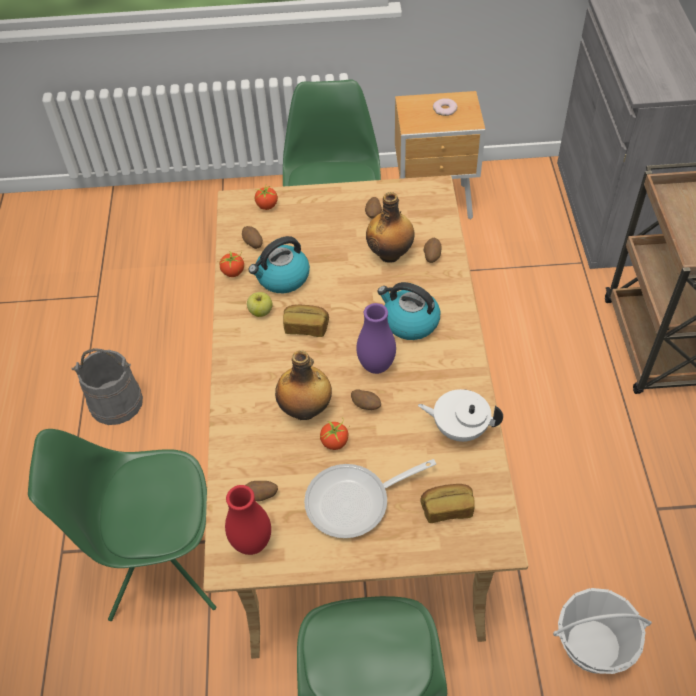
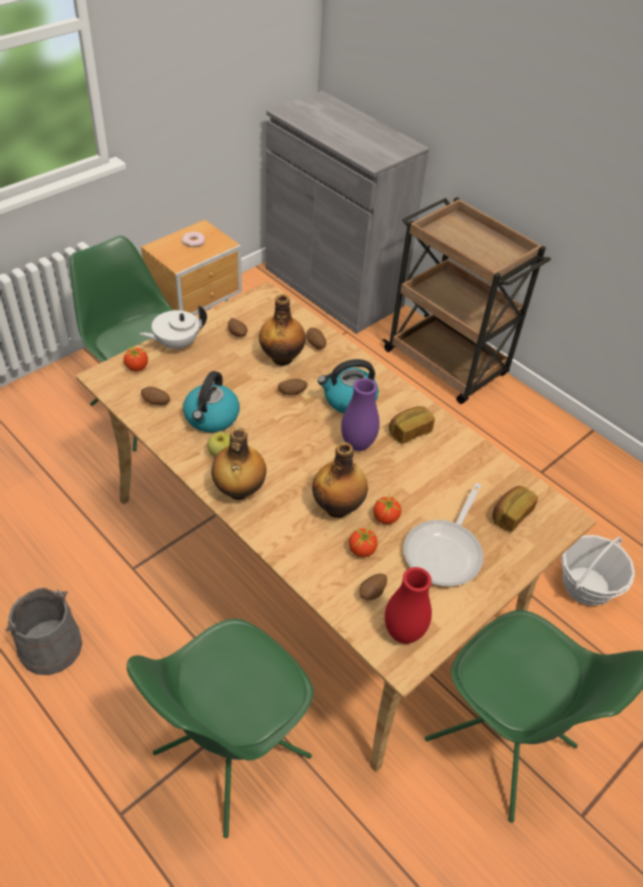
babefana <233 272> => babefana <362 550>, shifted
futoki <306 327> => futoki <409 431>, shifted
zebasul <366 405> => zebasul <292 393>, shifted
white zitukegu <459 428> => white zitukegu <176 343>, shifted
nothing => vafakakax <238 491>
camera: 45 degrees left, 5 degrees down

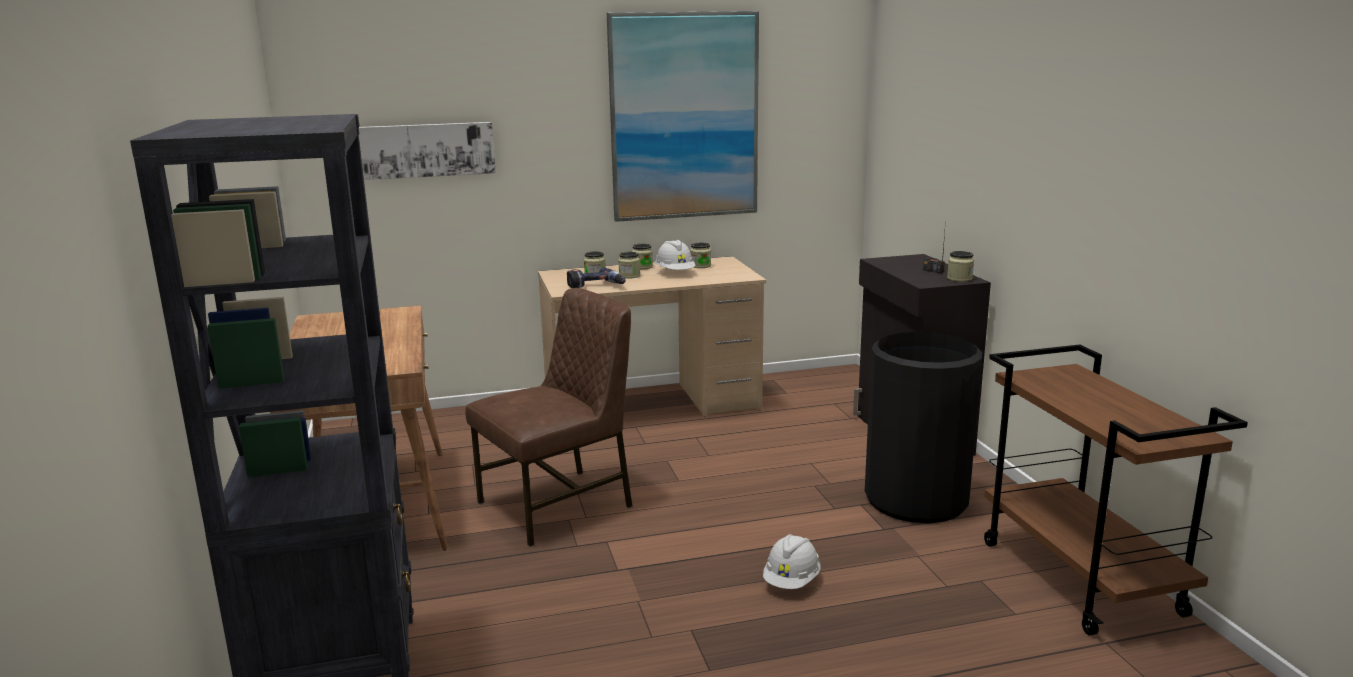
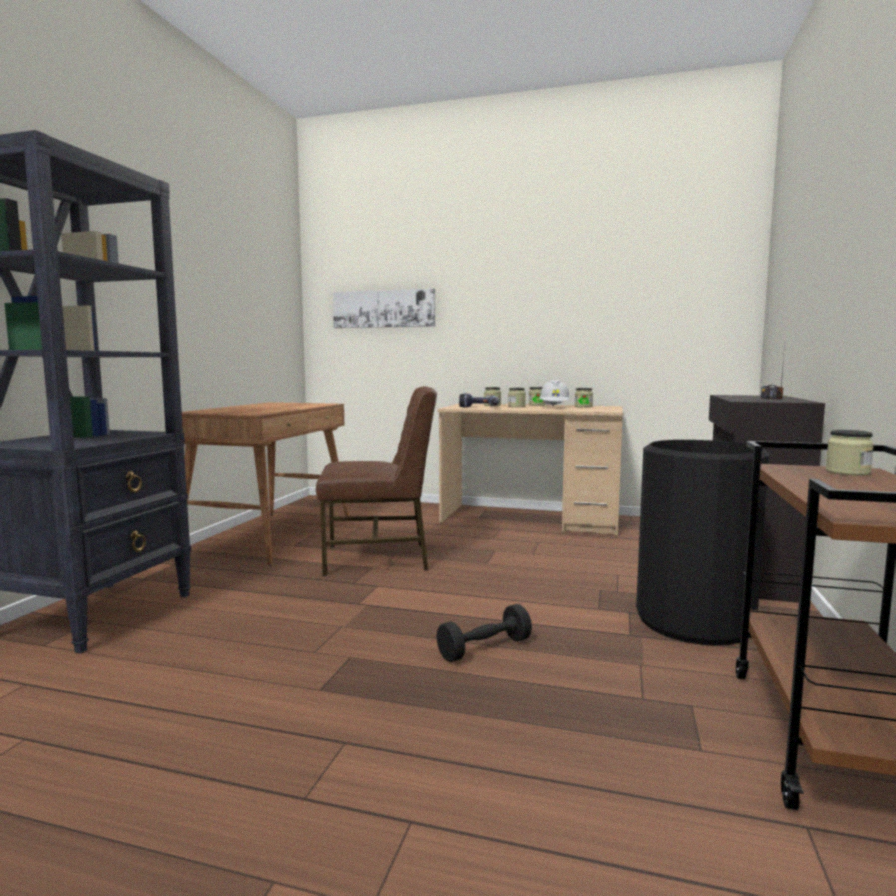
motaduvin <684 117> => nothing
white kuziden <791 581> => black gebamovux <484 649>
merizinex <959 279> => merizinex <847 472>, shifted
camera: 30 degrees right, 10 degrees down

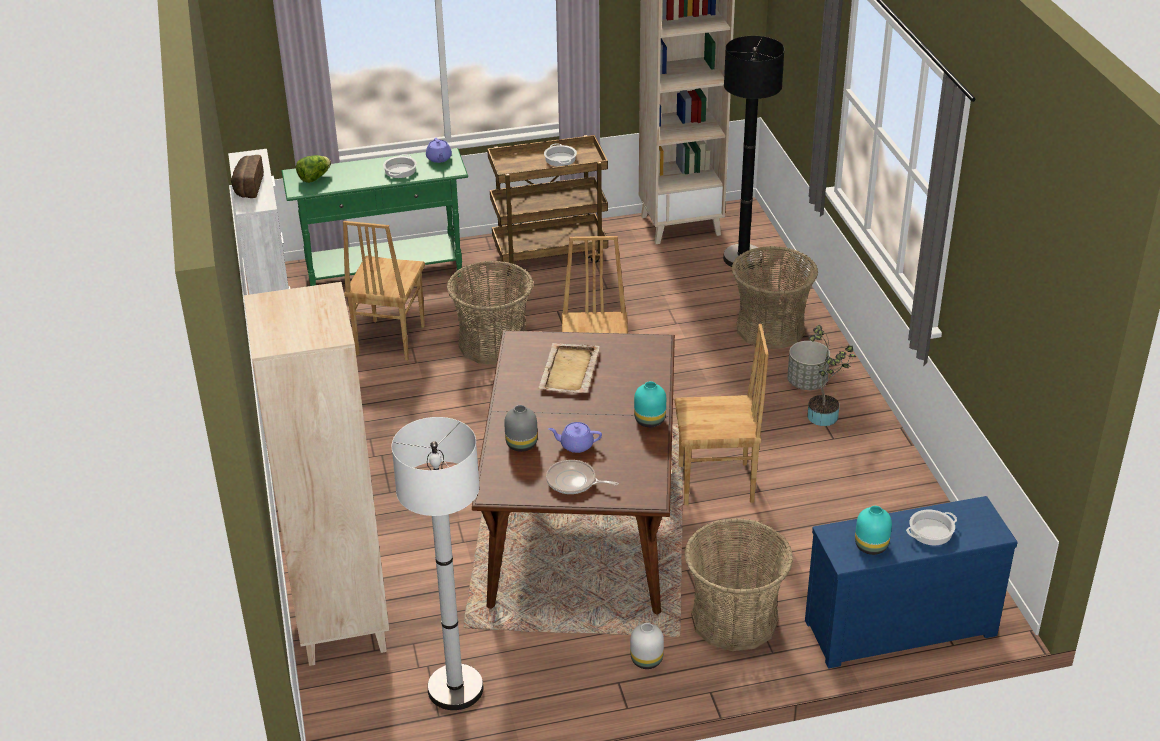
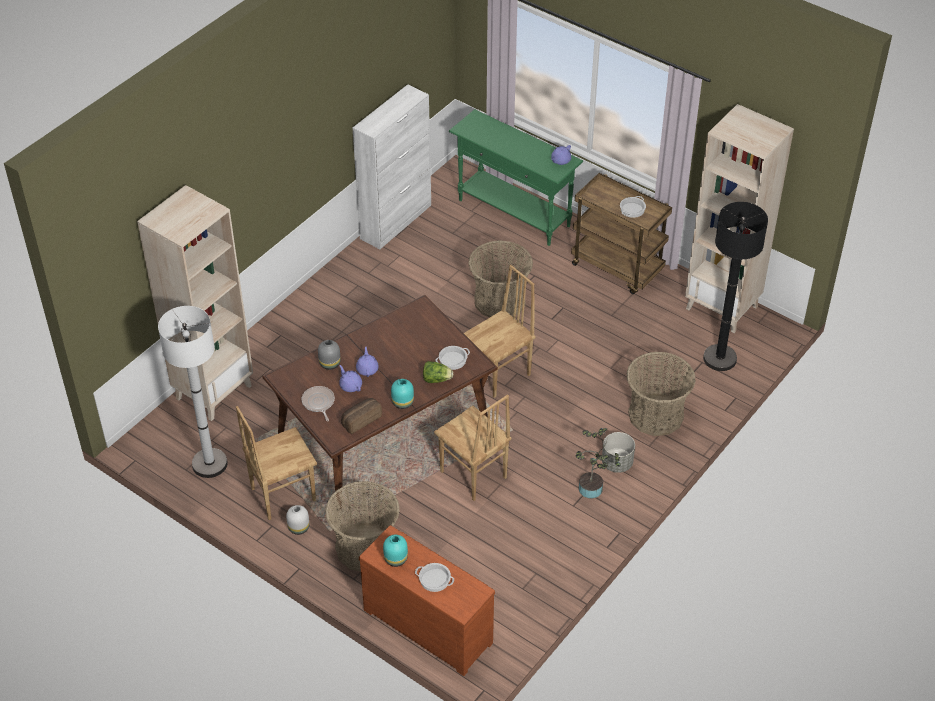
futoki <247 186> => futoki <360 420>, shifted
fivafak <314 178> => fivafak <436 379>, shifted
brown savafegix <389 340> => brown savafegix <282 494>, shifted
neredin <400 170> => neredin <453 360>, shifted
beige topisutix <569 371> => nothing
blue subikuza <898 624> => brown subikuza <429 624>
nothing => purple zitukegu <367 369>
camera: 50 degrees right, 10 degrees up

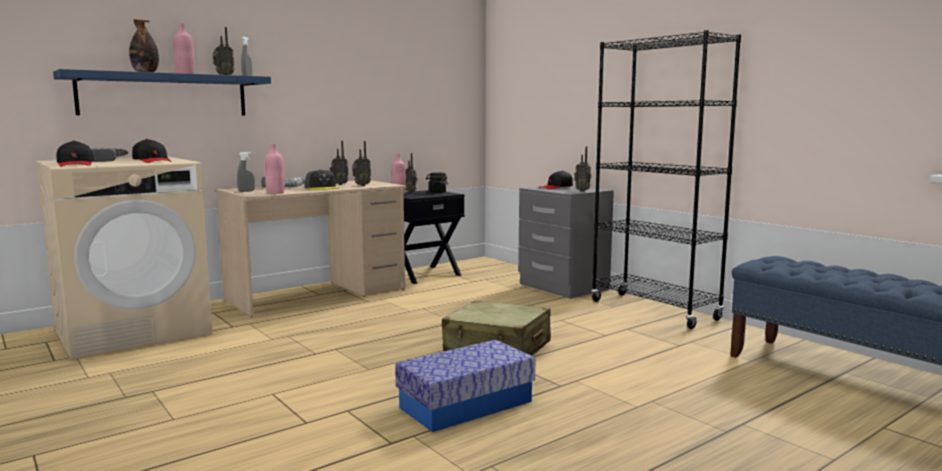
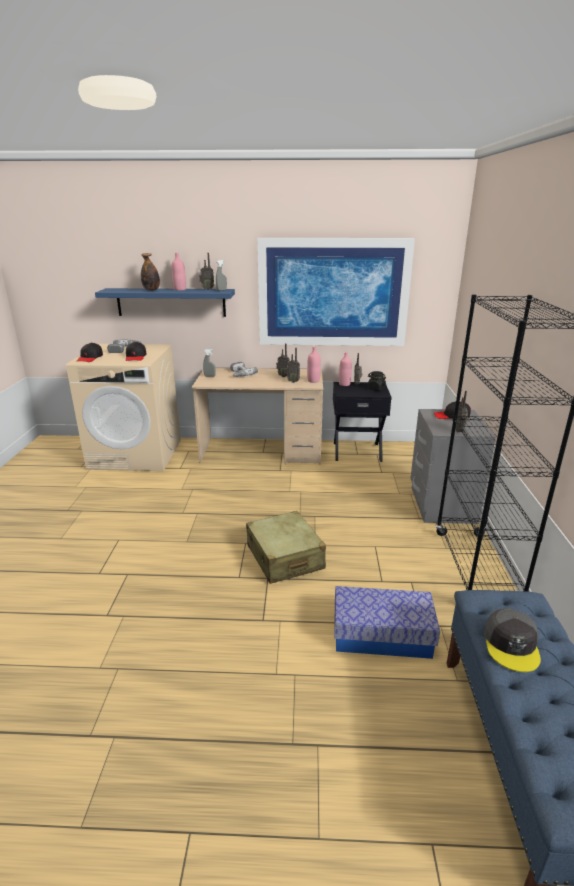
pink vafakakax <275 193> => pink vafakakax <313 381>, shifted
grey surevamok <322 188> => grey surevamok <511 644>, shifted
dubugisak <466 404> => dubugisak <382 635>, shifted
nothing => motaduvin <333 293>
camera: 40 degrees right, 15 degrees up

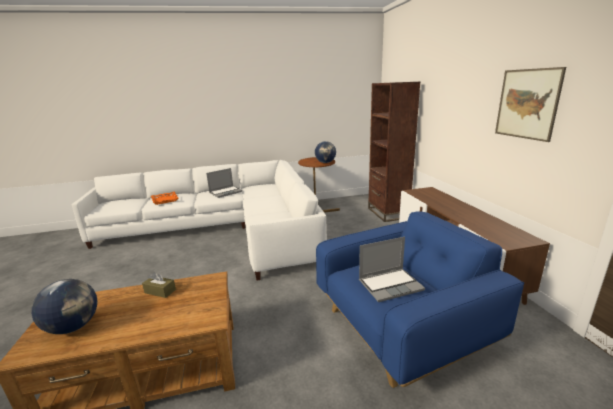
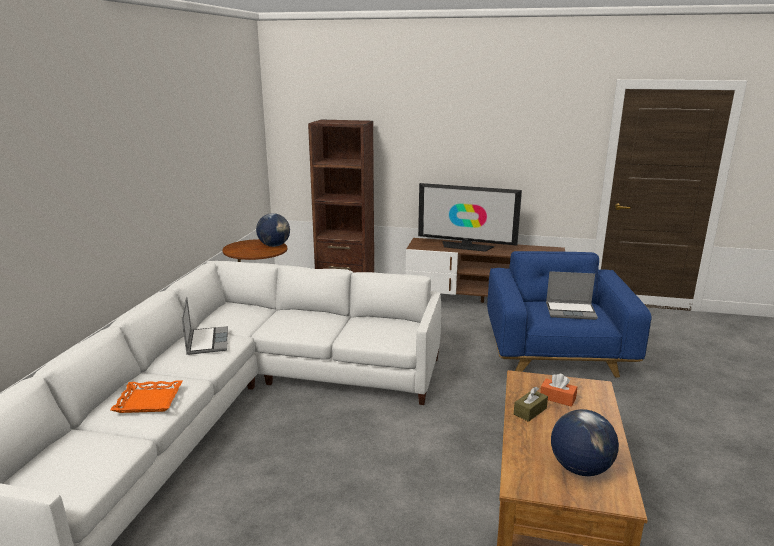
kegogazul <390 285> => kegogazul <571 311>, 90 degrees clockwise
motaduvin <527 104> => nothing
nothing => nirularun <466 246>
nothing => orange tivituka <557 398>
camera: 65 degrees left, 0 degrees up

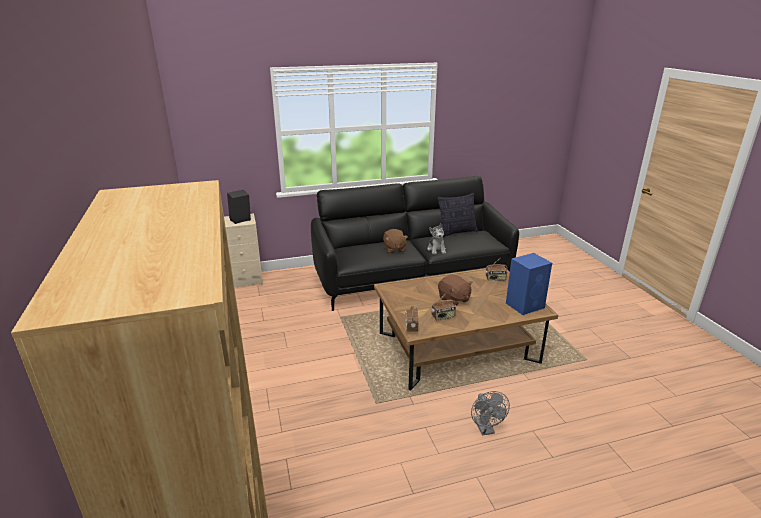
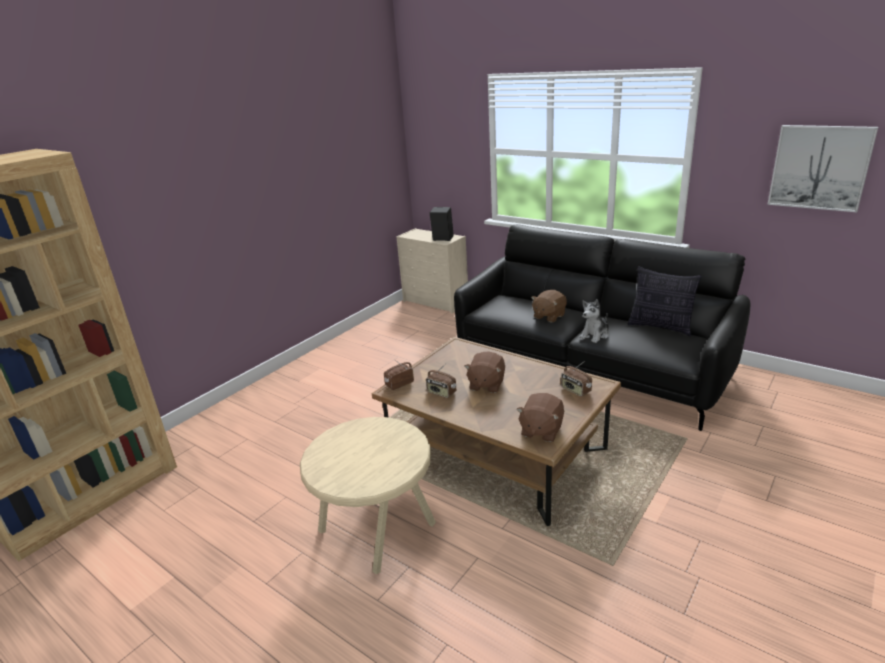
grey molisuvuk <486 429> => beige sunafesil <377 530>
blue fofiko <525 305> => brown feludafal <541 430>
nothing => motaduvin <819 167>
camera: 55 degrees right, 0 degrees up

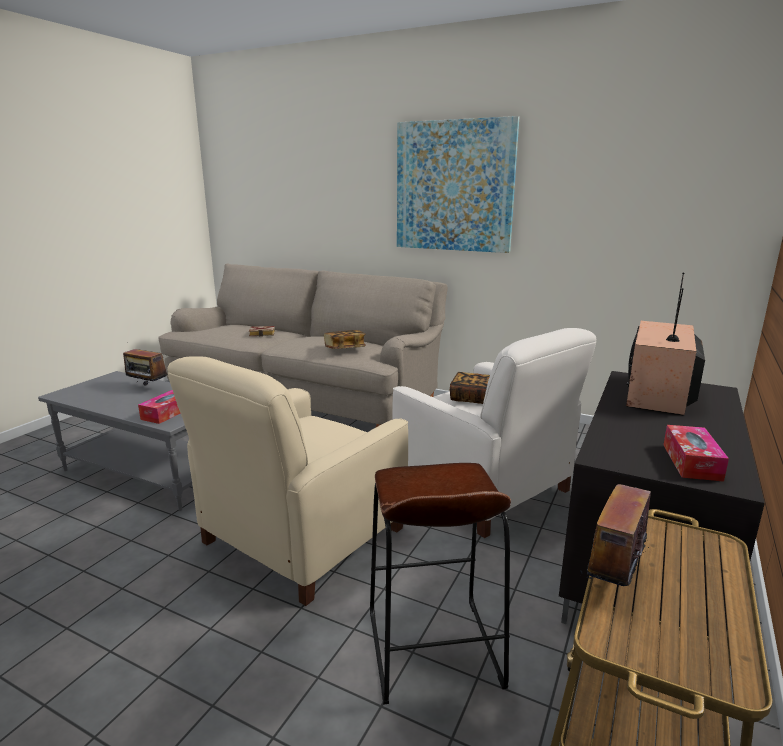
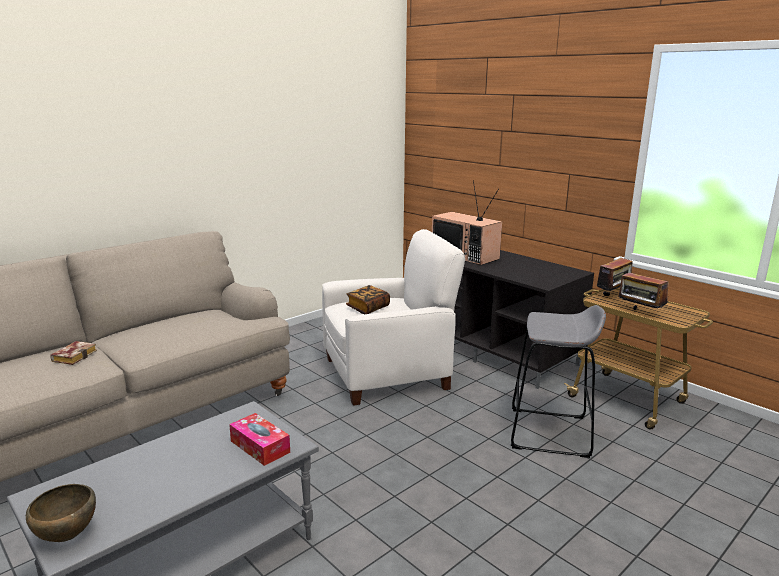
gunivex <147 388> => gunivex <613 295>, shifted
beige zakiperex <302 536> => nothing
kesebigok <344 348> => nothing
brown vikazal <432 649> => grey vikazal <549 432>
motaduvin <454 186> => nothing
tivituka <691 462> => nothing
nothing => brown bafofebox <67 536>
camera: 70 degrees left, 0 degrees up

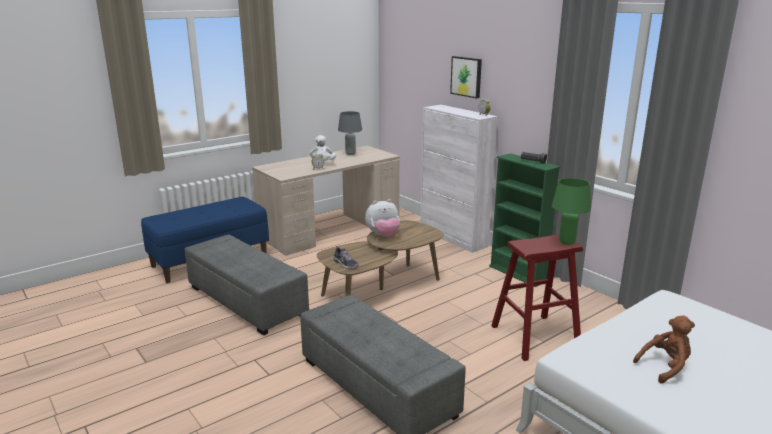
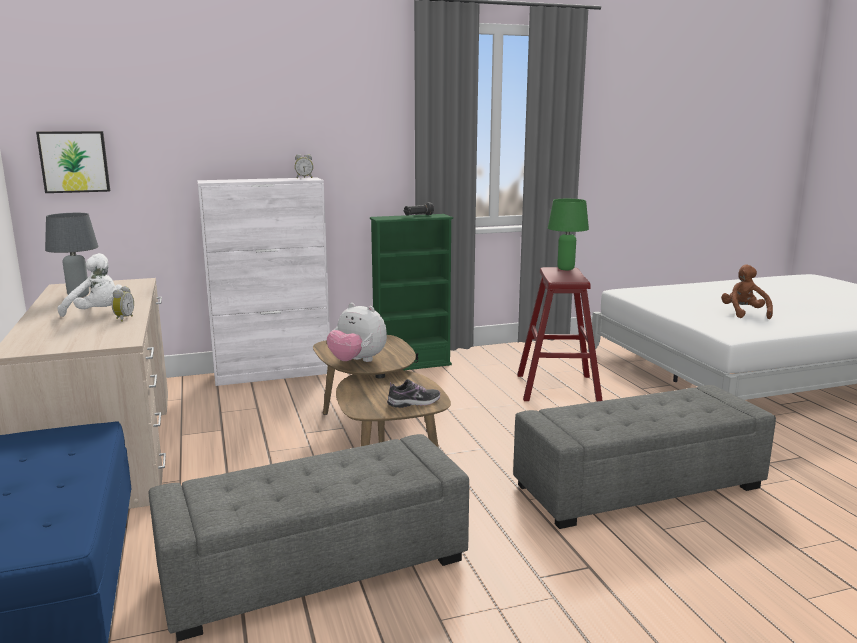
feludafal <383 235> => feludafal <357 361>, 120 degrees clockwise
motaduvin <466 76> => motaduvin <74 161>, shifted
camera: 70 degrees left, 5 degrees down

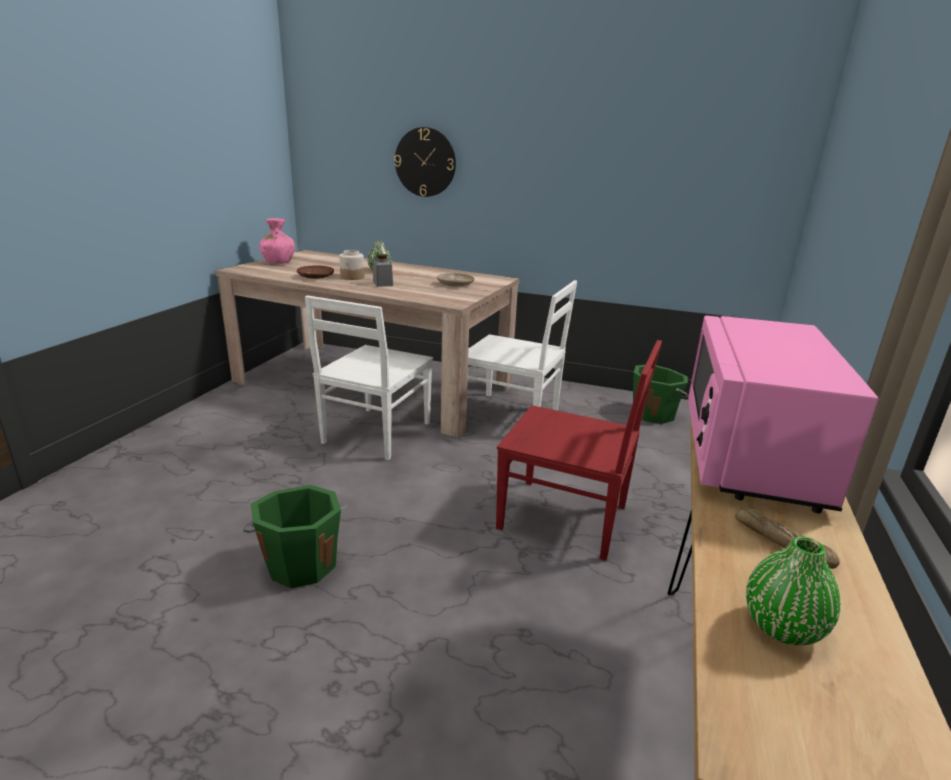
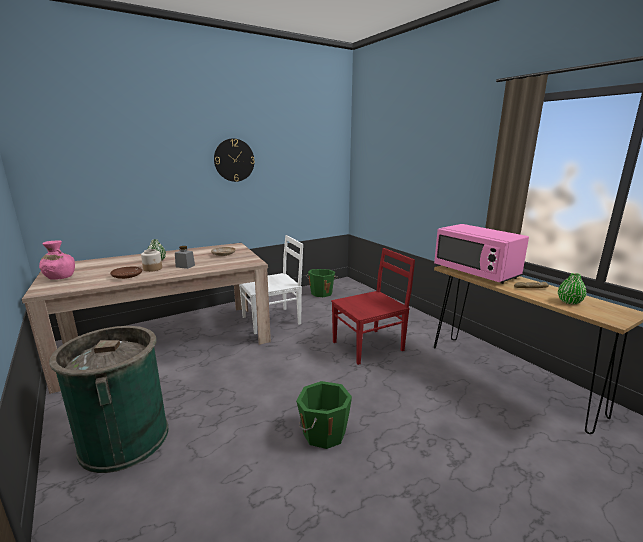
white savafegix <375 434> => nothing
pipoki <425 162> => pipoki <234 160>, shifted
nothing => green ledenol <124 439>
camera: 50 degrees left, 5 degrees down

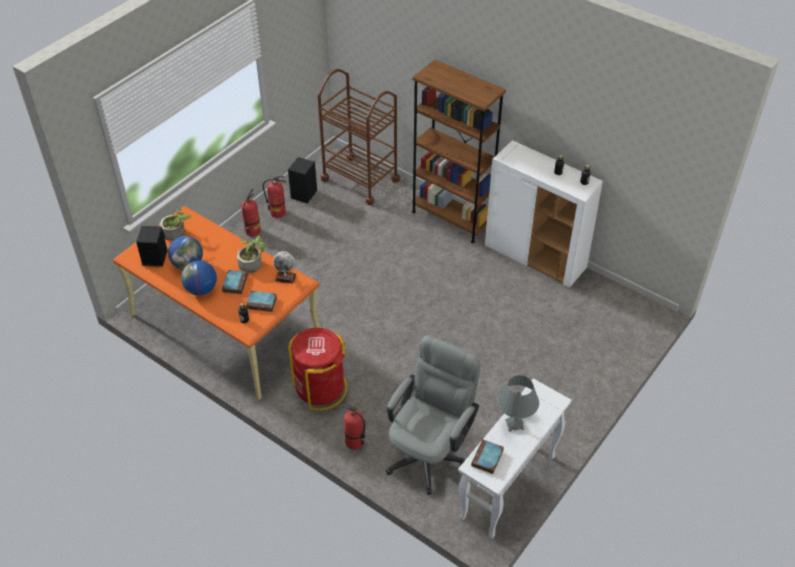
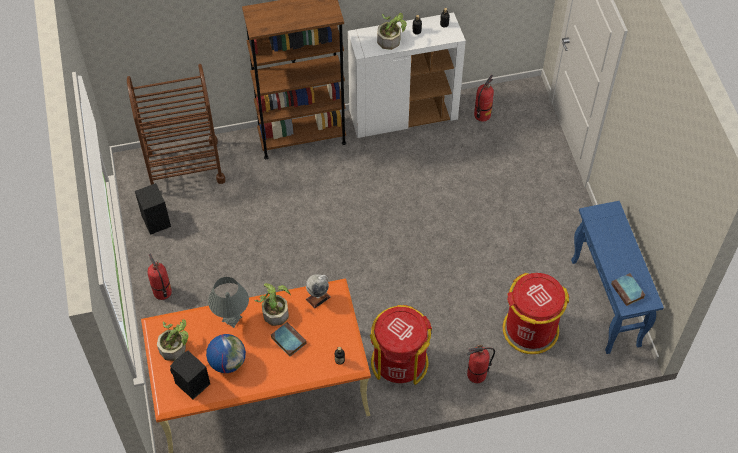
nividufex <201 290> => nothing
kesebigok <262 303> => nothing
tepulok <278 213> => tepulok <482 115>, shifted
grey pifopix <430 451> => red ledenol <530 330>
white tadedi <508 488> => blue tadedi <606 303>
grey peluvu <514 424> => grey peluvu <232 319>, shifted
nothing => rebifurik <391 39>
camera: 50 degrees left, 10 degrees up

